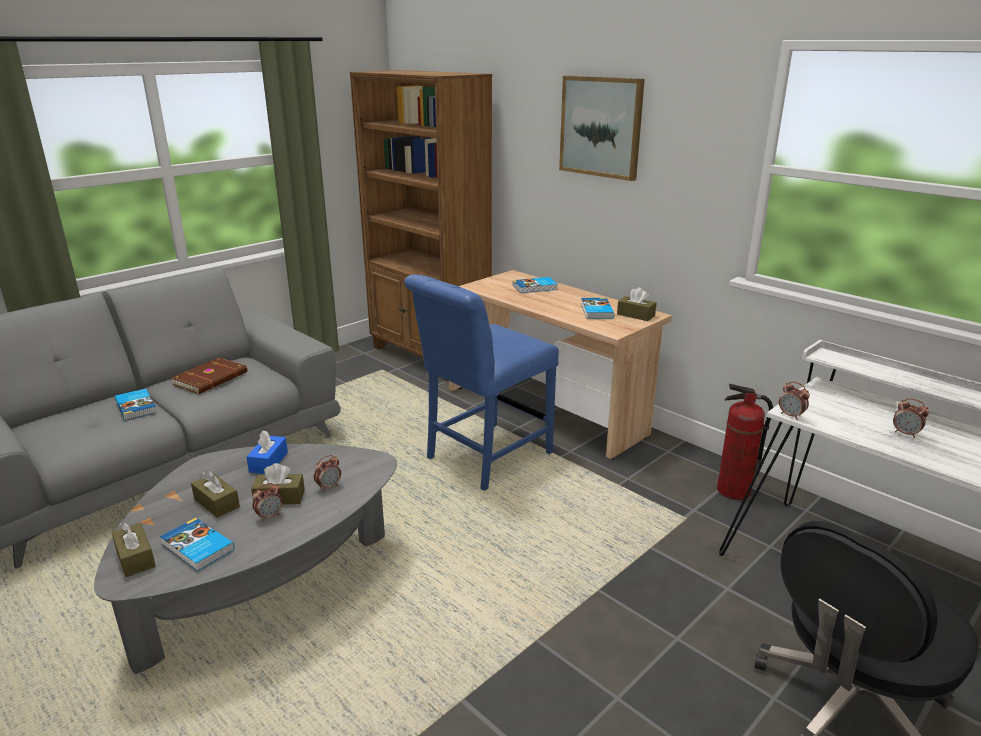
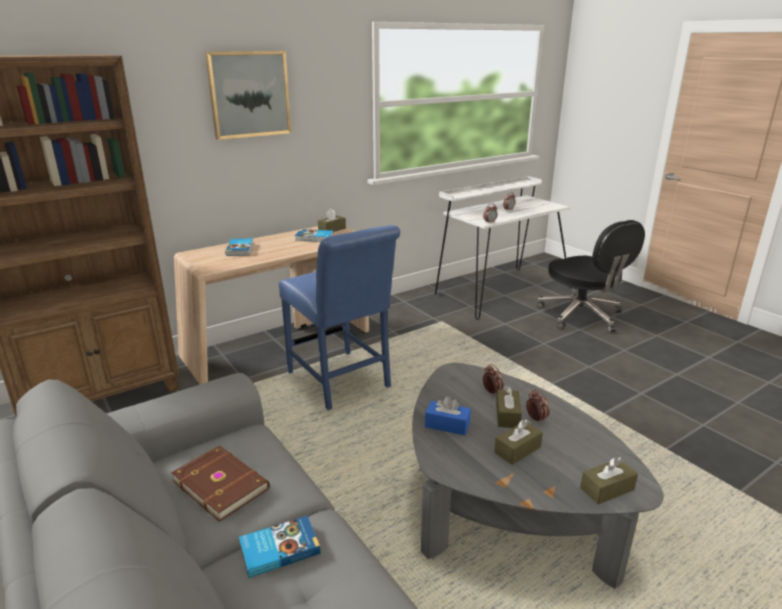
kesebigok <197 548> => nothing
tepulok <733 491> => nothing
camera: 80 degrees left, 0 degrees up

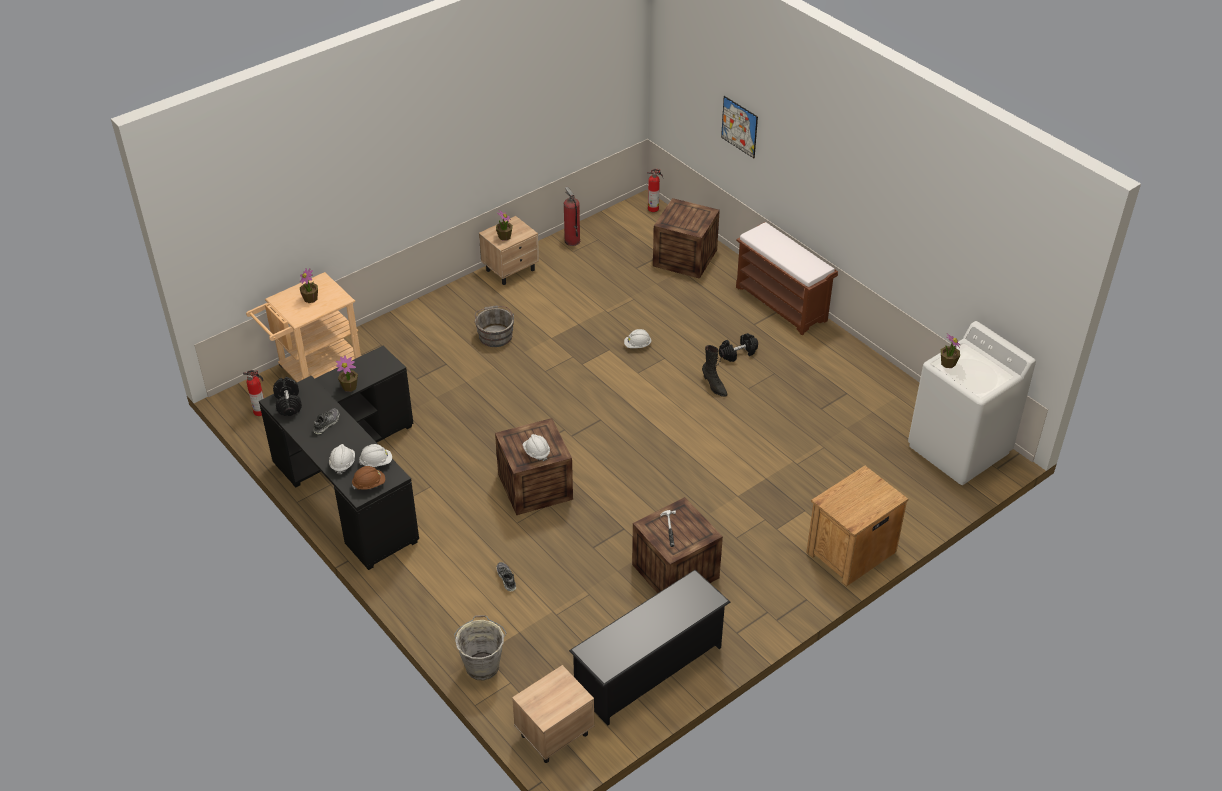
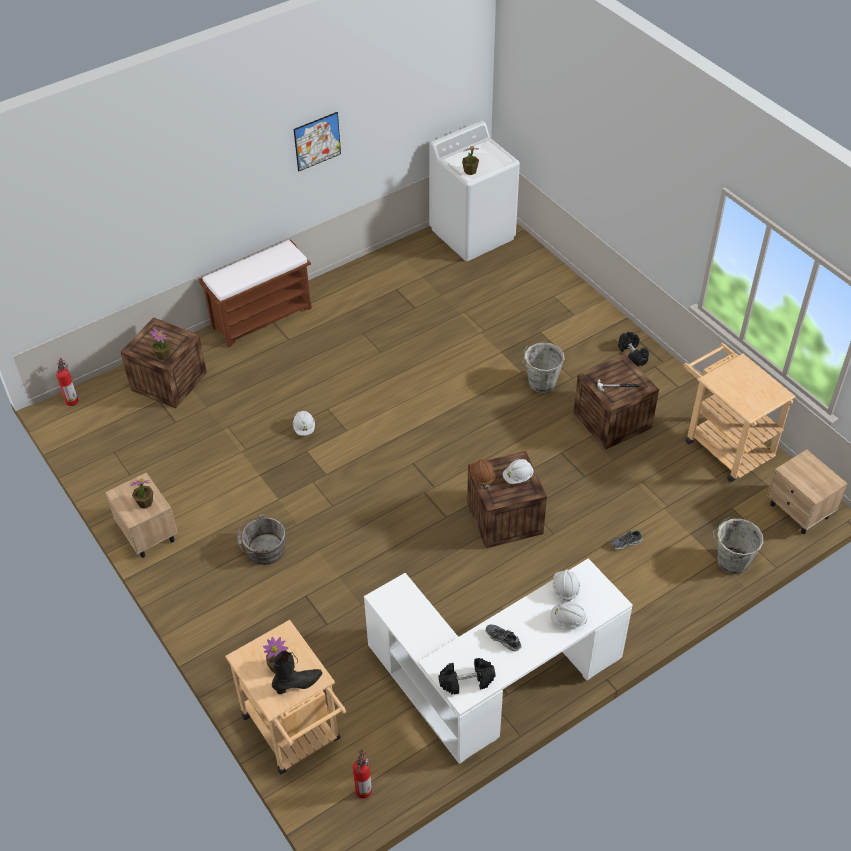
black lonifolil <351 483> => white lonifolil <492 682>
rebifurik <349 387> => rebifurik <163 355>, shifted
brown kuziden <369 484> => brown kuziden <482 477>, shifted
tepulok <572 241> => nothing
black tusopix <649 670> => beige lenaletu <723 444>
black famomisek <714 386> => black famomisek <298 684>, shifted
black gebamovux <738 353> => black gebamovux <632 355>, shifted
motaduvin <739 127> => motaduvin <317 141>, shifted
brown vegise <849 552> => nothing
nothing => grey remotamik <541 383>
camera: 85 degrees left, 5 degrees up

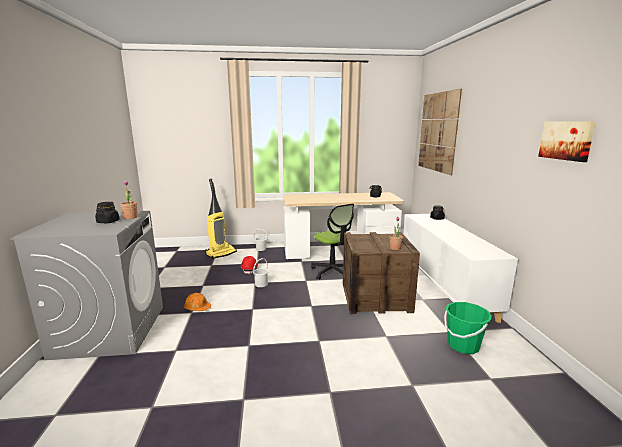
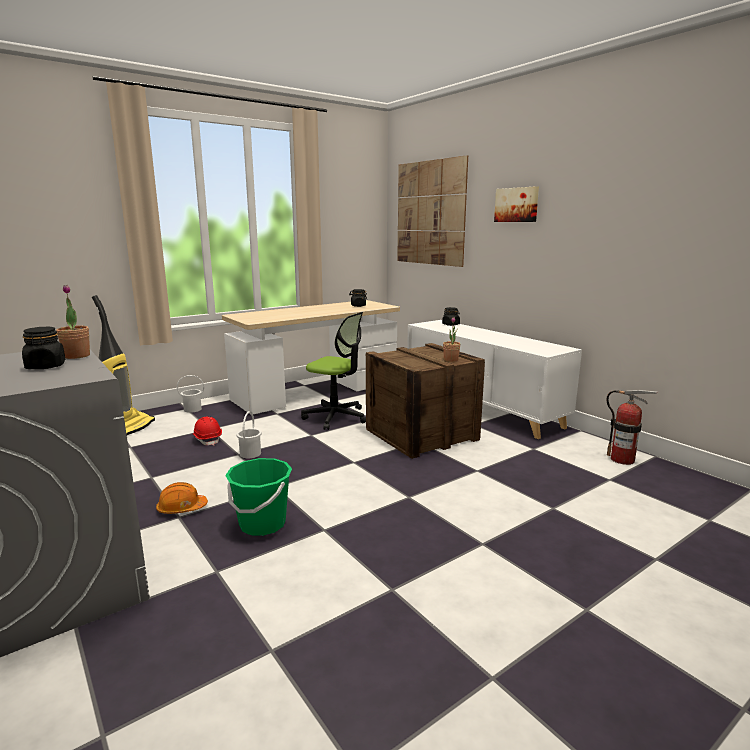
green remotamik <463 345> => green remotamik <262 524>, shifted
motaduvin <566 140> => motaduvin <517 205>, shifted
nothing => tepulok <622 459>
camera: 30 degrees left, 0 degrees up

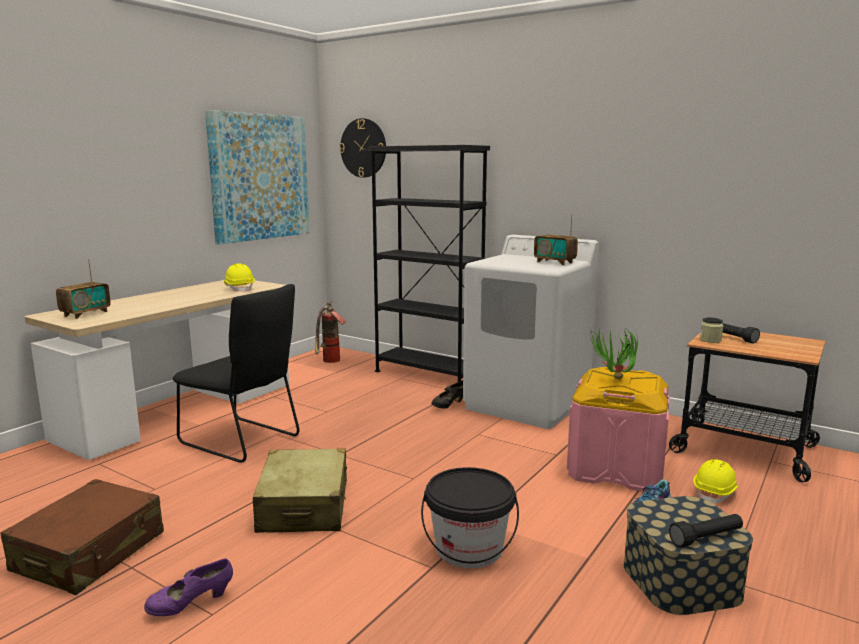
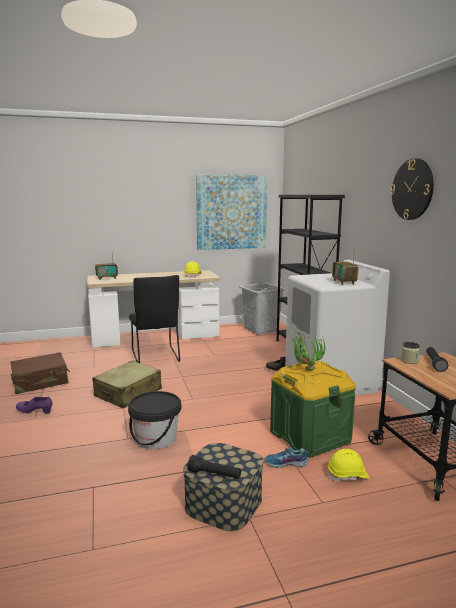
tepulok <330 362> => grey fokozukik <261 329>
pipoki <363 148> => pipoki <412 189>, shifted
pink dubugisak <616 468> => green dubugisak <310 436>
camera: 40 degrees right, 0 degrees up

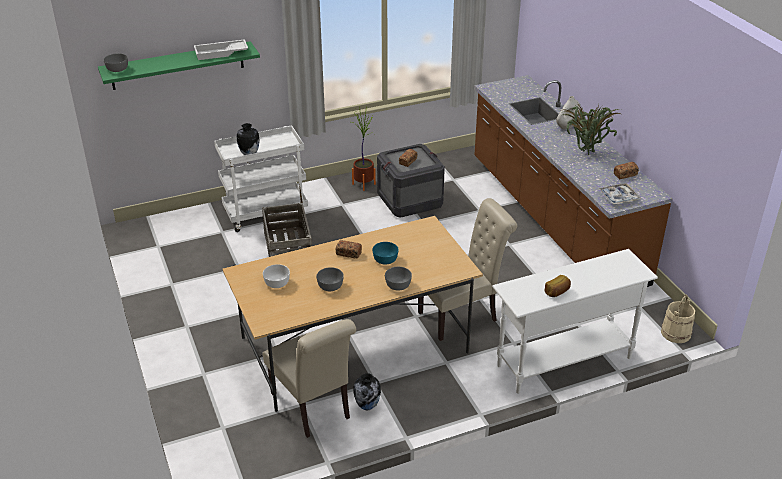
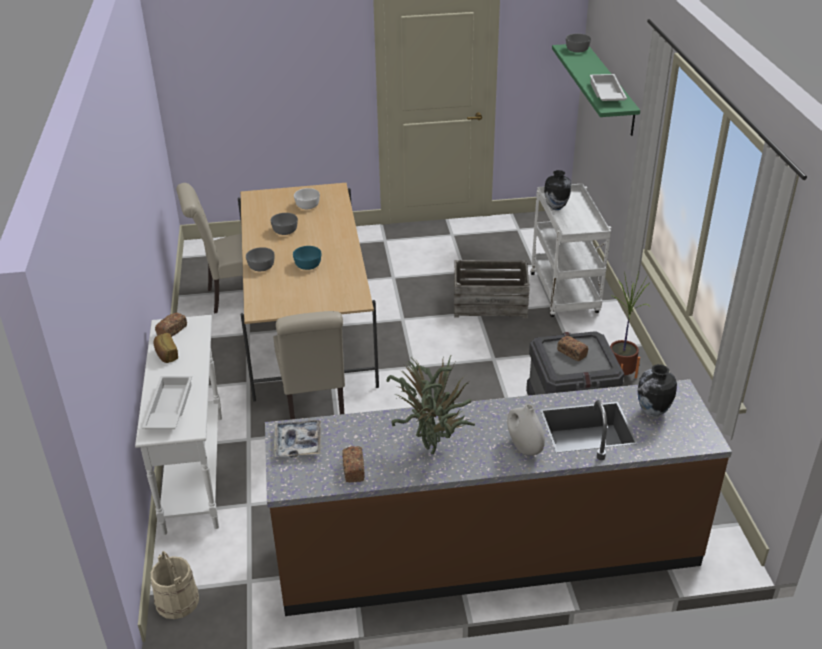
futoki <348 253> => futoki <172 330>, shifted
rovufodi <367 406> => rovufodi <652 412>, shifted
nothing => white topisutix <168 408>
camera: 105 degrees right, 0 degrees up

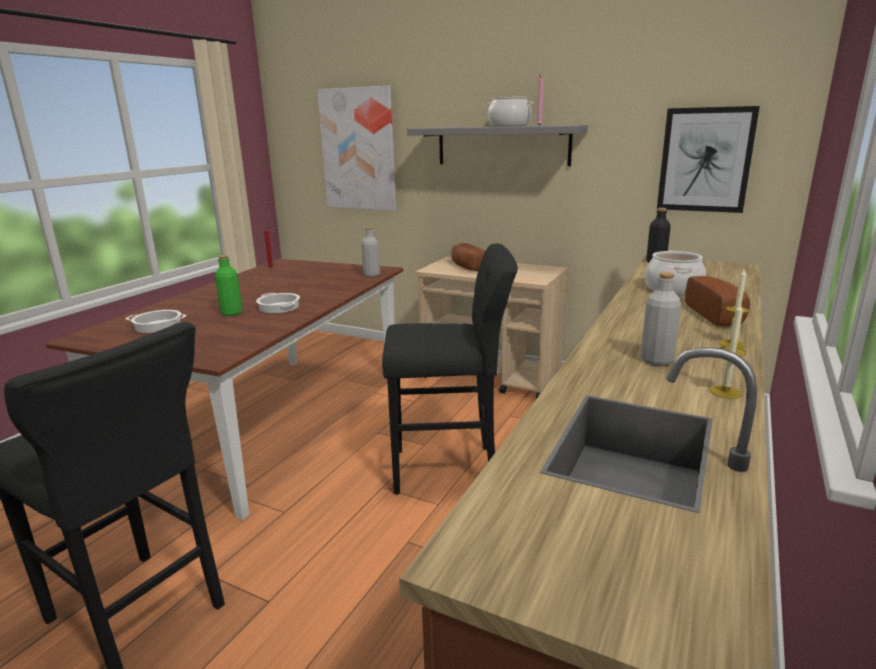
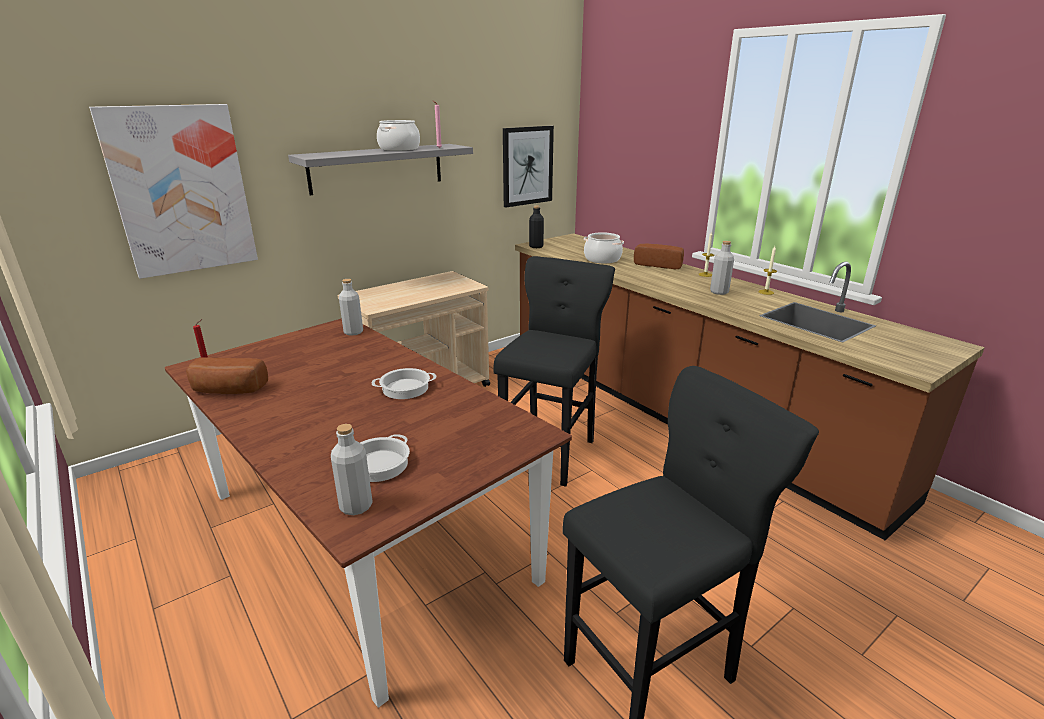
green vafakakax <231 313> => nothing
futoki <466 267> => futoki <227 391>, shifted
nothing => grey vafakakax <356 506>
camera: 65 degrees left, 5 degrees up

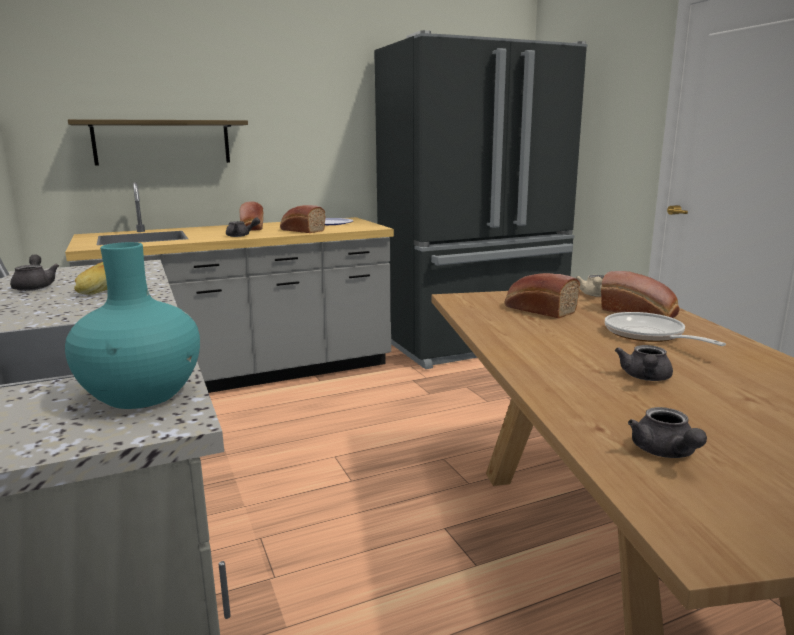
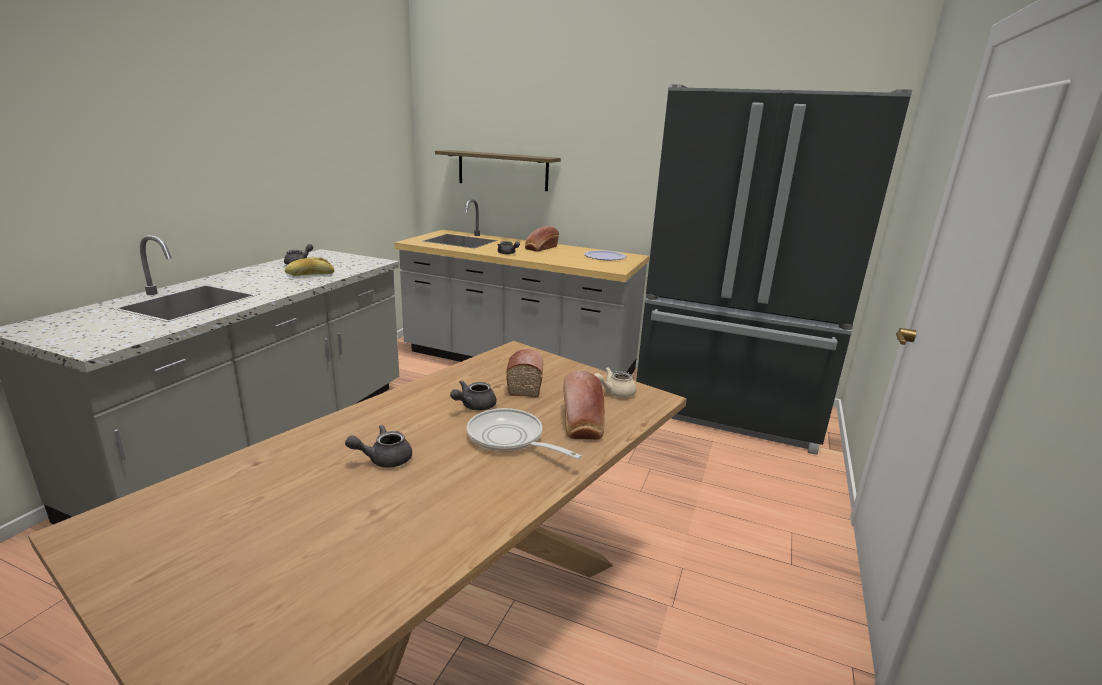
turquoise rovufodi <141 395> => nothing
futoki <301 230> => nothing
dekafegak <648 335> => dekafegak <510 439>, 75 degrees counterclockwise
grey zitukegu <665 453> => grey zitukegu <474 406>, shifted
camera: 45 degrees right, 5 degrees up

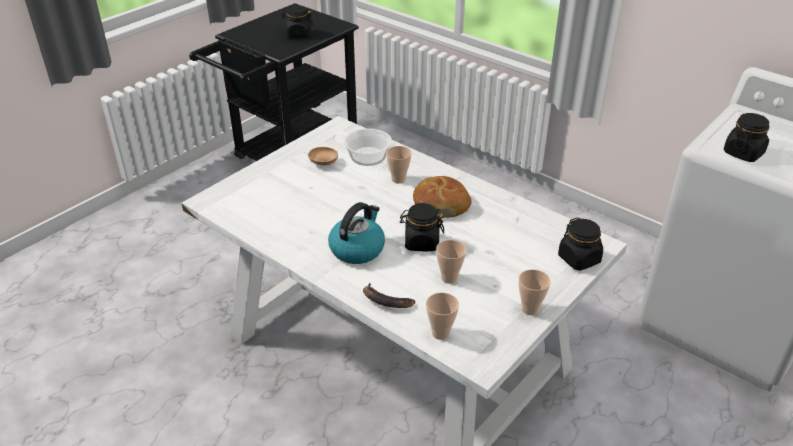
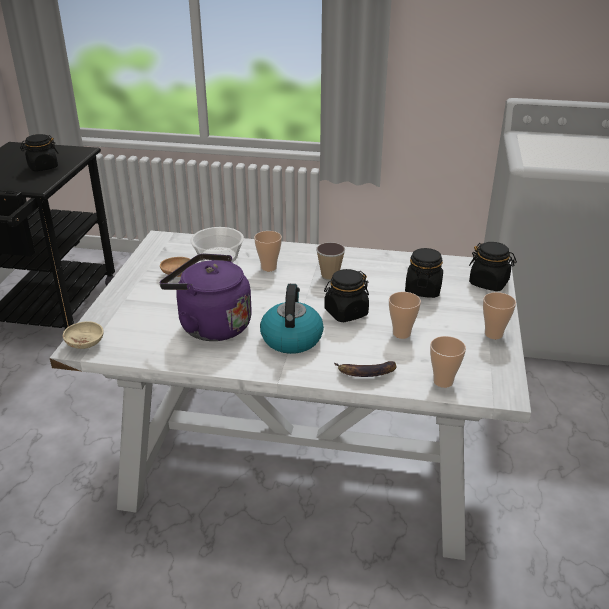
futoki <441 204> => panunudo <330 276>
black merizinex <743 153> => black merizinex <423 289>, shifted
nothing => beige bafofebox <85 344>
nothing => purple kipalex <210 325>
camera: 30 degrees left, 5 degrees down

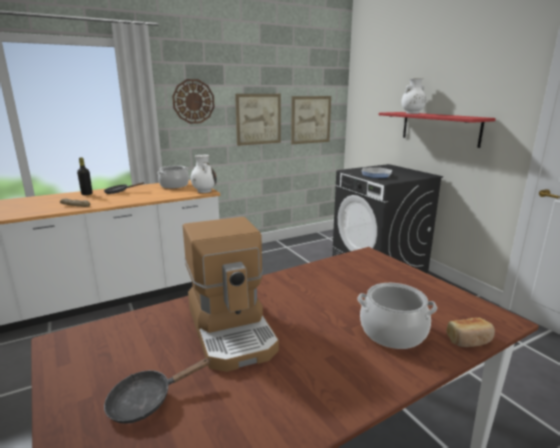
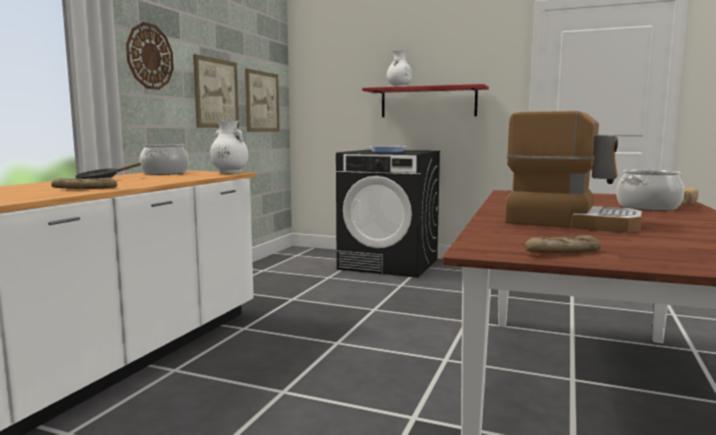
black vafakakax <87 194> => nothing
black dekafegak <146 401> => nothing
nothing => futoki <562 253>
camera: 40 degrees left, 10 degrees down

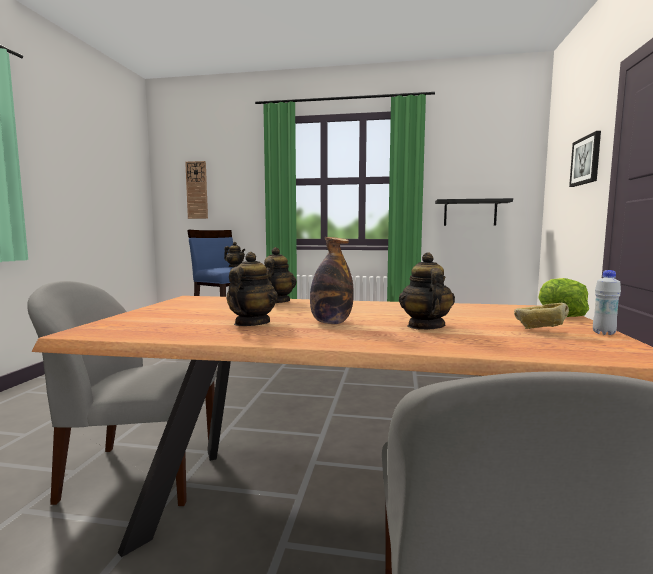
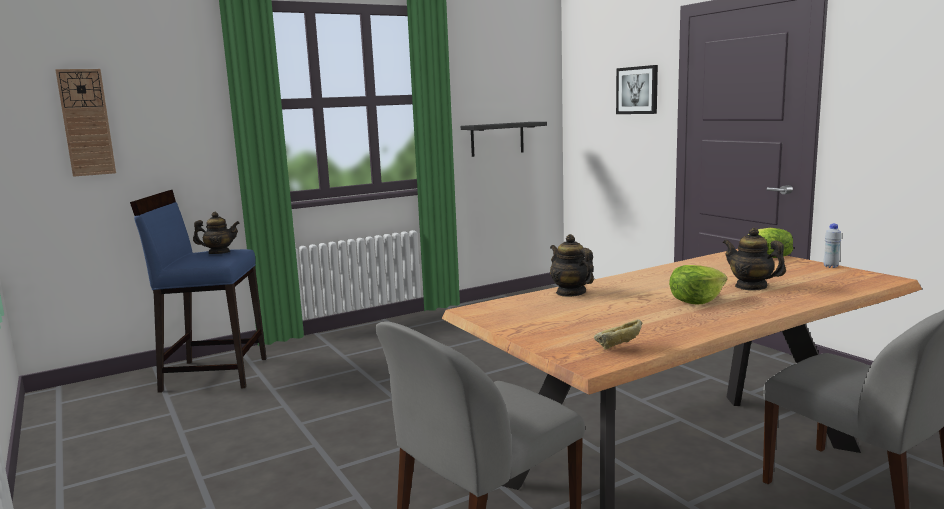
zitukegu <251 323> => nothing
vafakakax <331 322> => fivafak <696 300>
futoki <539 331> => futoki <618 349>, shifted
camera: 40 degrees left, 5 degrees up

